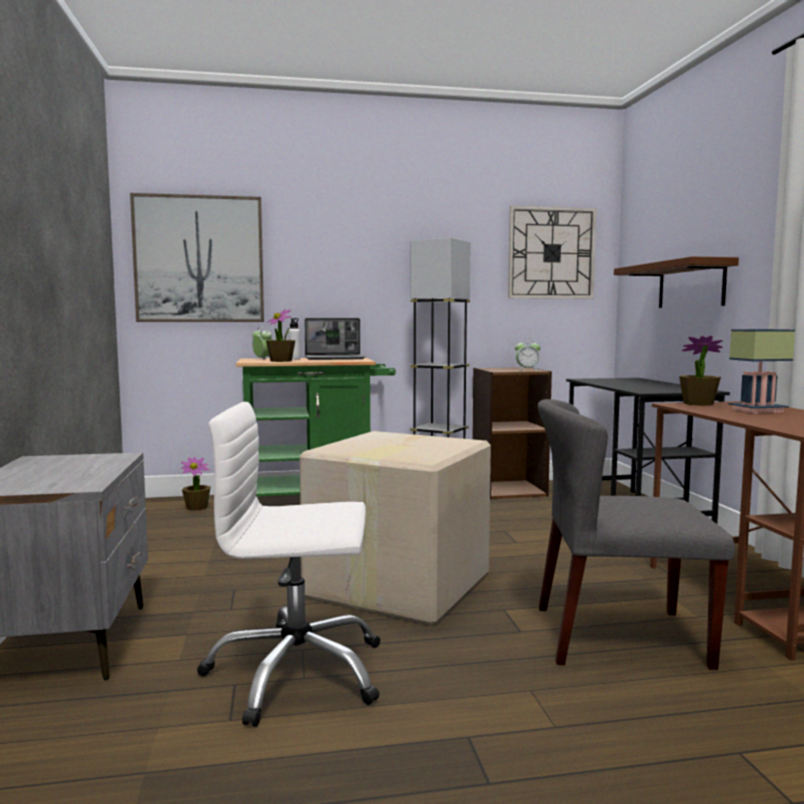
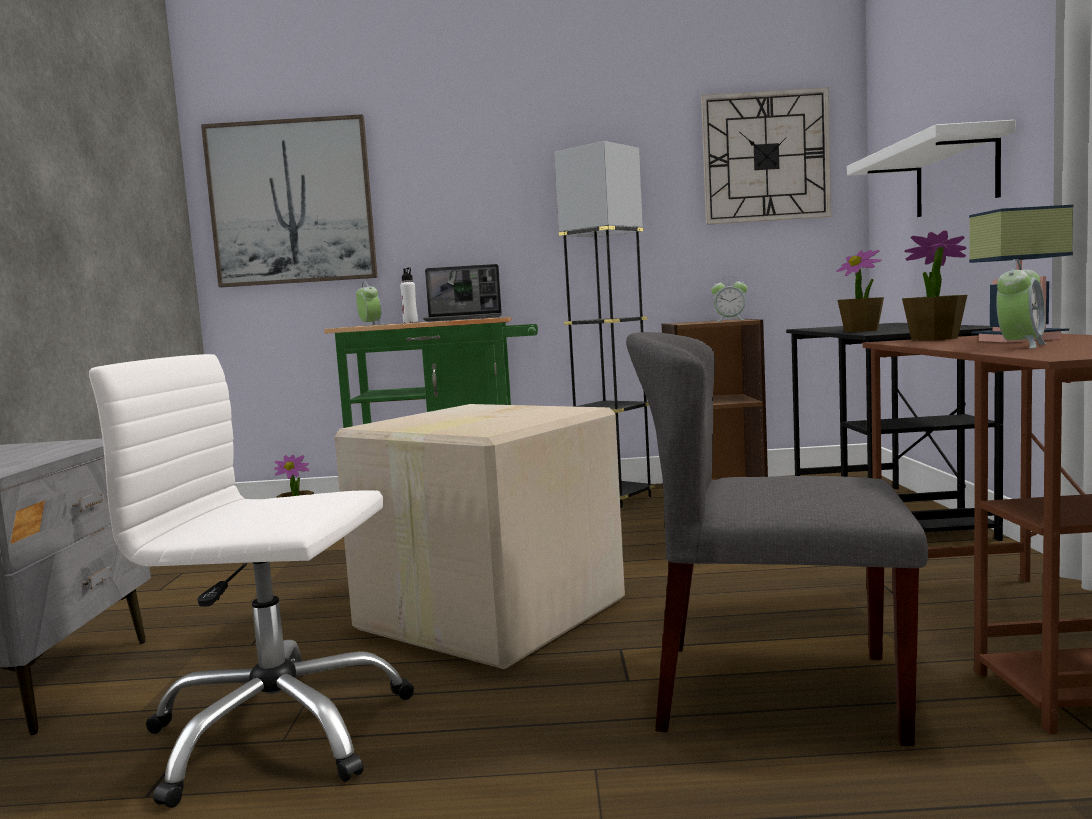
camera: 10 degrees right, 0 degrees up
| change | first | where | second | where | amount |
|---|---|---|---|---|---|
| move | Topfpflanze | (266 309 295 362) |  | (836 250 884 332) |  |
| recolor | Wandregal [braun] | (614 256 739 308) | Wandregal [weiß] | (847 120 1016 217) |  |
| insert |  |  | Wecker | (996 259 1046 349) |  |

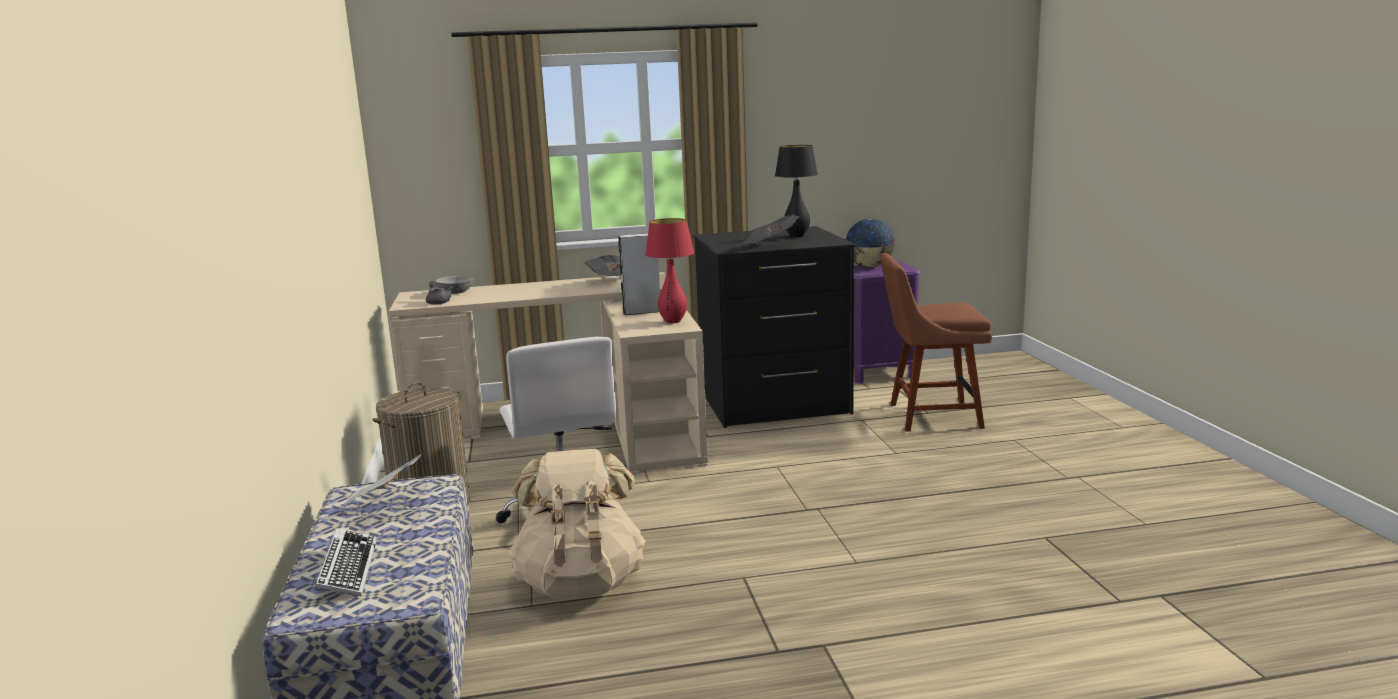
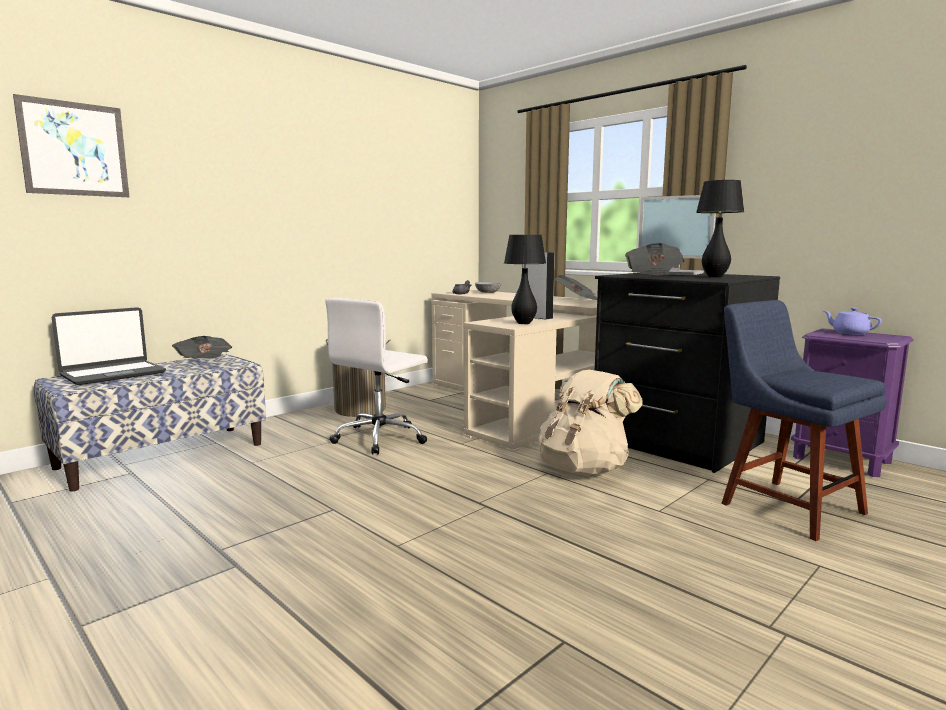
camera: 55 degrees right, 5 degrees down
| change | first | where | second | where | amount |
|---|---|---|---|---|---|
| insert |  |  | Bild | (13 94 129 197) |  |
| replace | Tastatur | (315 528 377 596) | Laptop | (52 307 166 385) |  |
| recolor | Tischlampe [rot] | (645 218 694 323) | Tischlampe [schwarz] | (504 235 546 324) |  |
| move | Rucksack [beige] | (508 449 646 599) |  | (539 370 642 475) |  |
| insert |  |  | Monitor | (638 195 716 275) |  |
| recolor | Stuhl [braun] | (880 253 992 431) | Stuhl [blau] | (721 300 887 541) |  |
| replace | Globus | (846 219 896 268) | Teekanne [lila] | (824 308 882 335) |  |

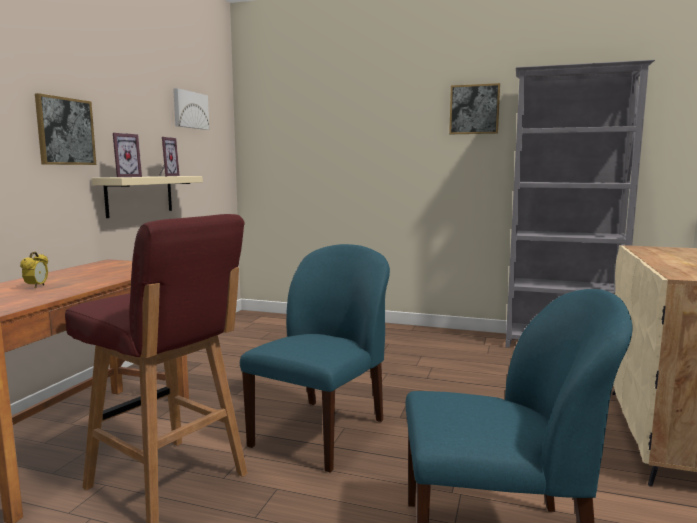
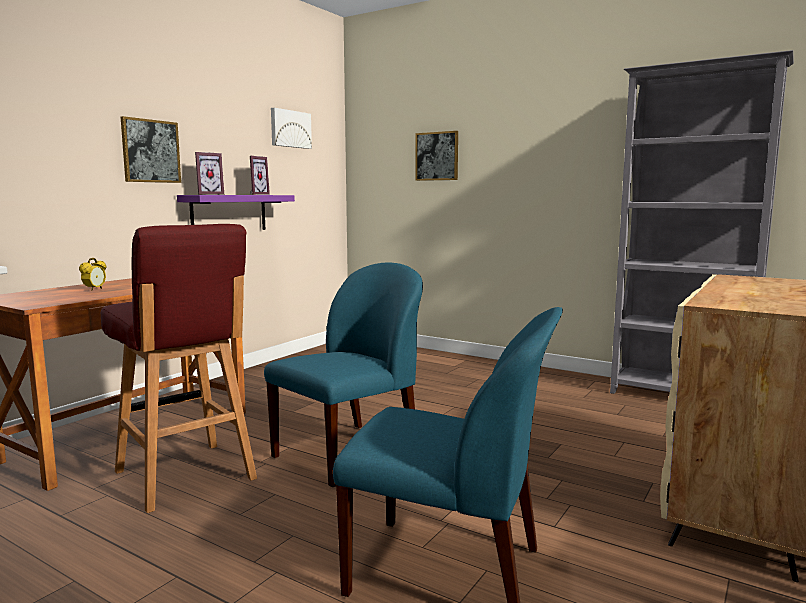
camera: 15 degrees right, 0 degrees up
| change | first | where | second | where | amount |
|---|---|---|---|---|---|
| recolor | Wandregal [beige] | (92 176 203 218) | Wandregal [lila] | (177 195 295 230) |  |
| move | Bild | (449 83 500 134) |  | (415 131 458 181) |  |

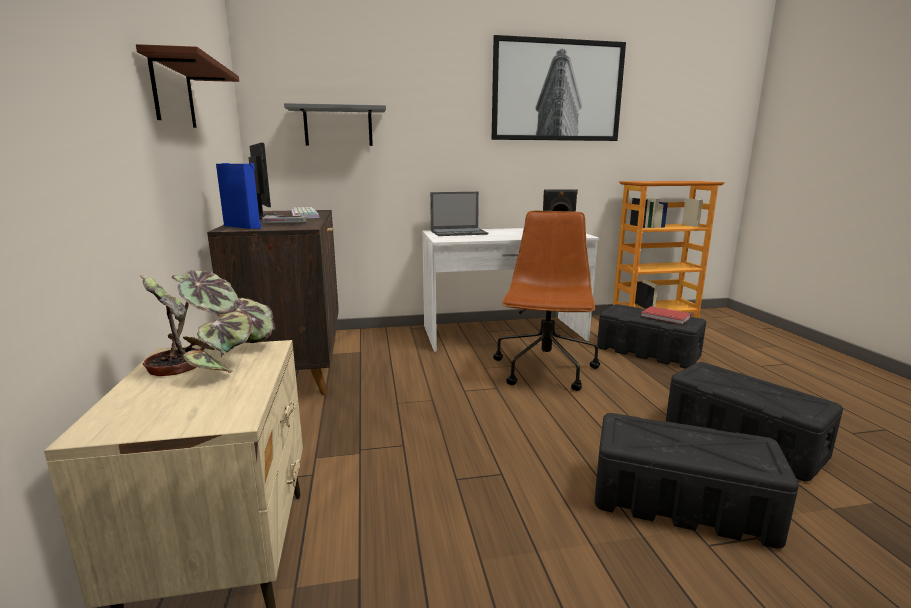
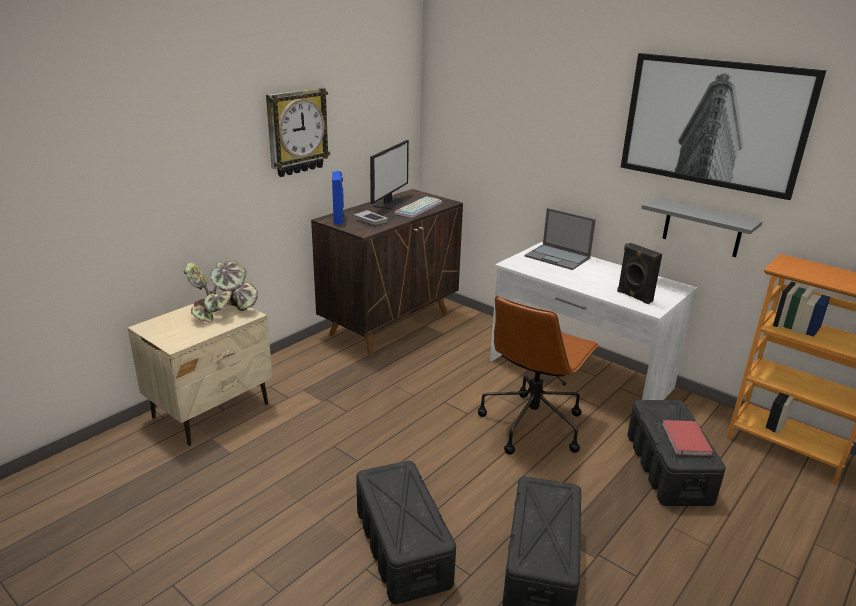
camera: 50 degrees right, 10 degrees up
| change | first | where | second | where | amount |
|---|---|---|---|---|---|
| replace | Wandregal [braun] | (136 44 239 128) | Wanduhr | (266 88 330 177) |  |
| rotate | Bürostuhl [braun] | (493 211 600 391) |  | (478 296 599 455) | 150 degrees clockwise |
| move | Wandregal [grau] | (284 103 386 146) |  | (641 198 762 257) |  |

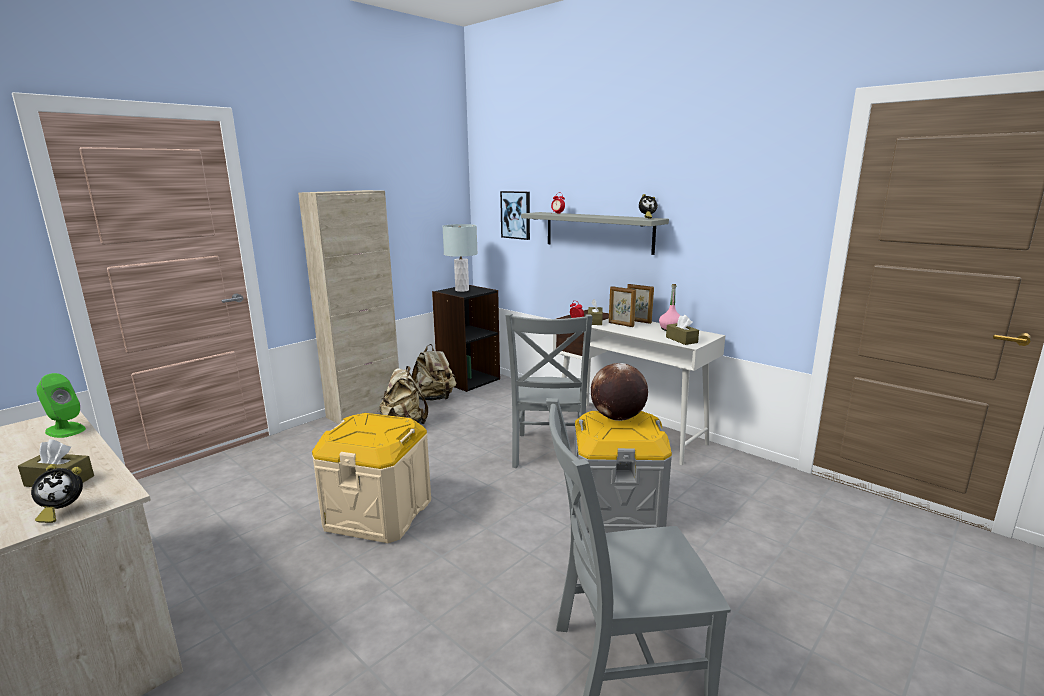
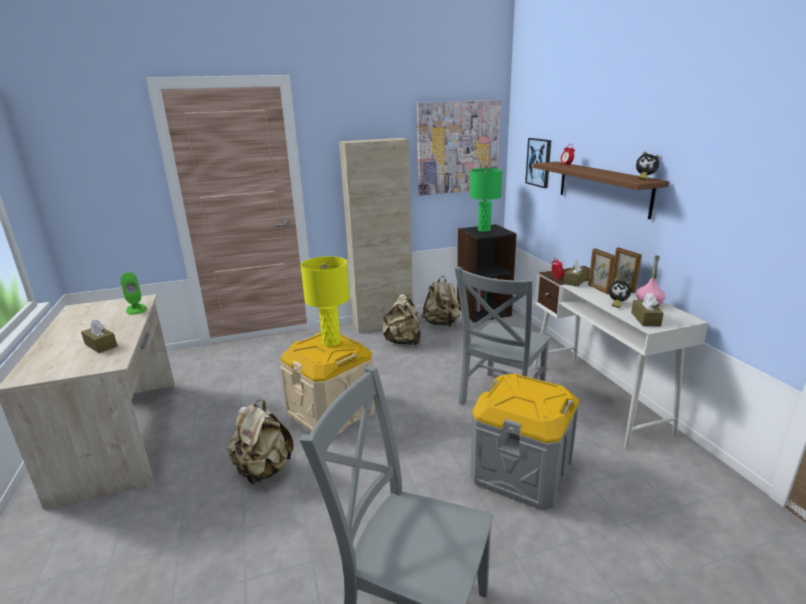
camera: 30 degrees right, 5 degrees up
| change | first | where | second | where | amount |
|---|---|---|---|---|---|
| insert |  |  | Rucksack [beige] | (227 399 294 484) |  |
| insert |  |  | Tischlampe [gelb] | (301 256 350 347) |  |
| insert |  |  | Bild | (417 100 501 195) |  |
| recolor | Tischlampe [grau] | (443 224 478 292) | Tischlampe [grün] | (470 168 502 232) |  |
| recolor | Wandregal [grau] | (521 212 669 255) | Wandregal [braun] | (533 162 669 219) |  |
| move | Wecker | (31 464 83 523) |  | (609 278 631 308) |  |
| delete | Globus | (591 363 648 421) |  |  |  |

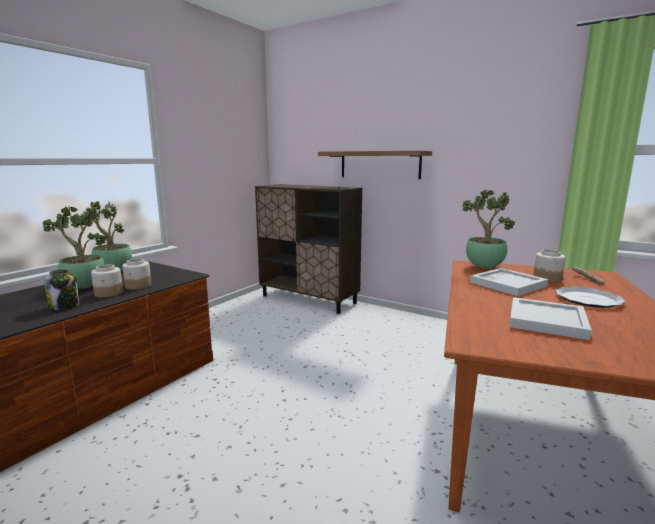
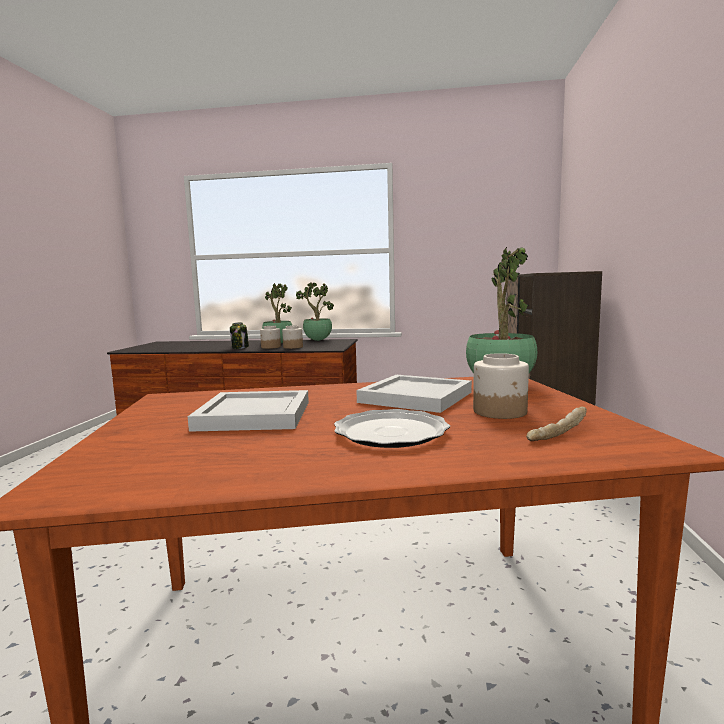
camera: 65 degrees right, 5 degrees down
| change | first | where | second | where | amount |
|---|---|---|---|---|---|
| delete | Wandregal | (318 151 432 179) |  |  |  |

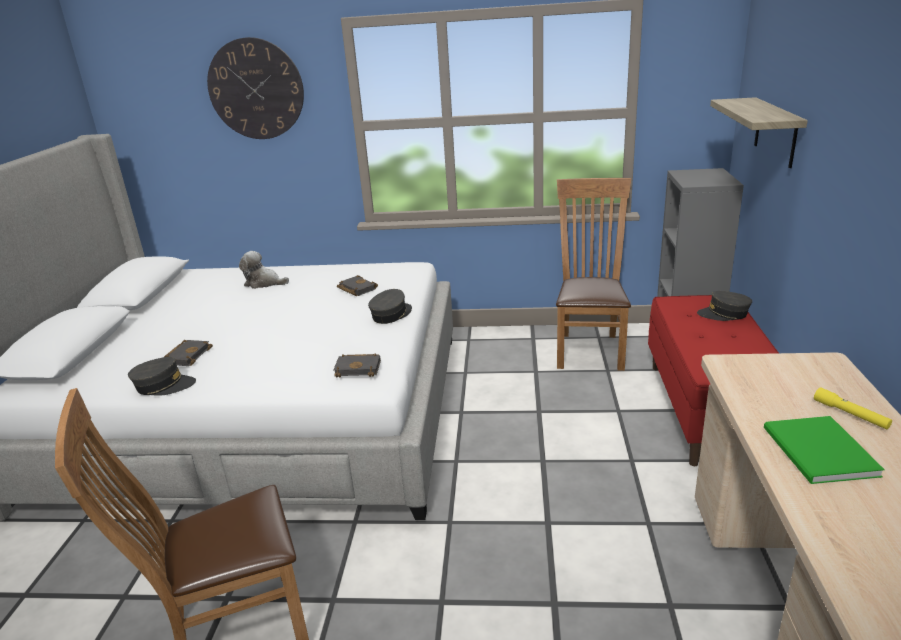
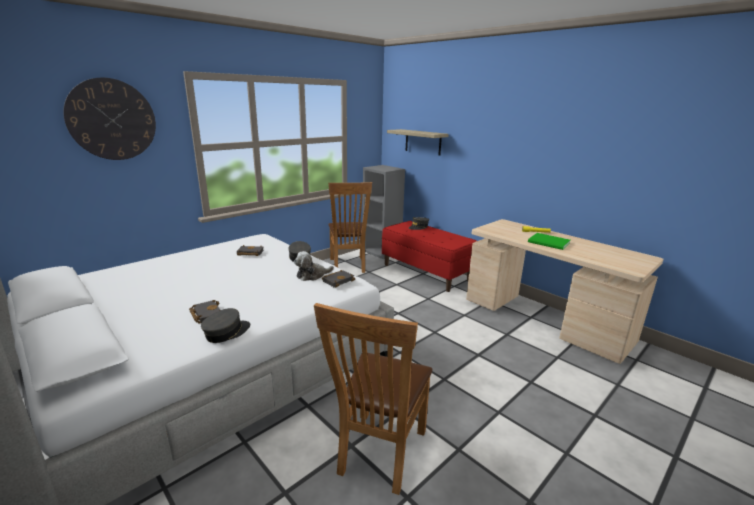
camera: 50 degrees left, 5 degrees down
| change | first | where | second | where | amount |
|---|---|---|---|---|---|
| move | Plüschtier | (239 251 289 289) |  | (294 251 334 281) |  |
| rotate | Stuhl [braun] | (556 178 631 371) |  | (328 182 372 273) | 150 degrees counterclockwise |

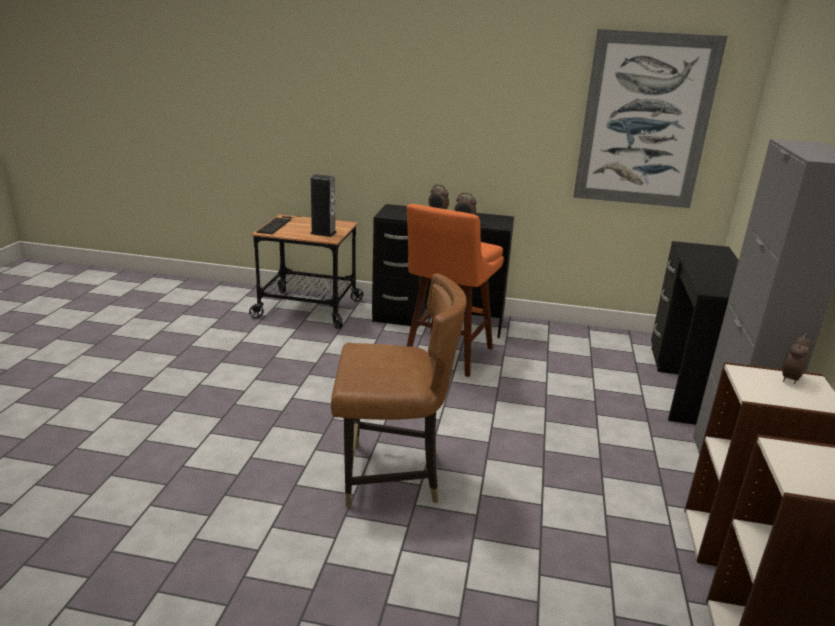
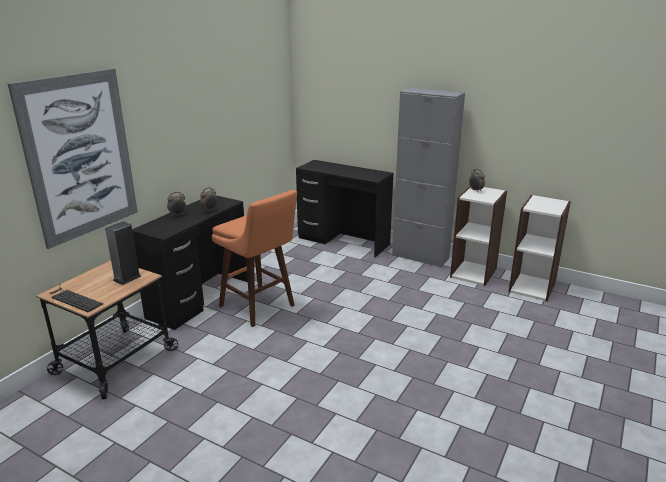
camera: 70 degrees left, 0 degrees up
| change | first | where | second | where | amount |
|---|---|---|---|---|---|
| move | Bild | (573 29 727 208) |  | (8 68 138 249) |  |
| delete | Stuhl [braun] | (331 273 467 507) |  |  |  |

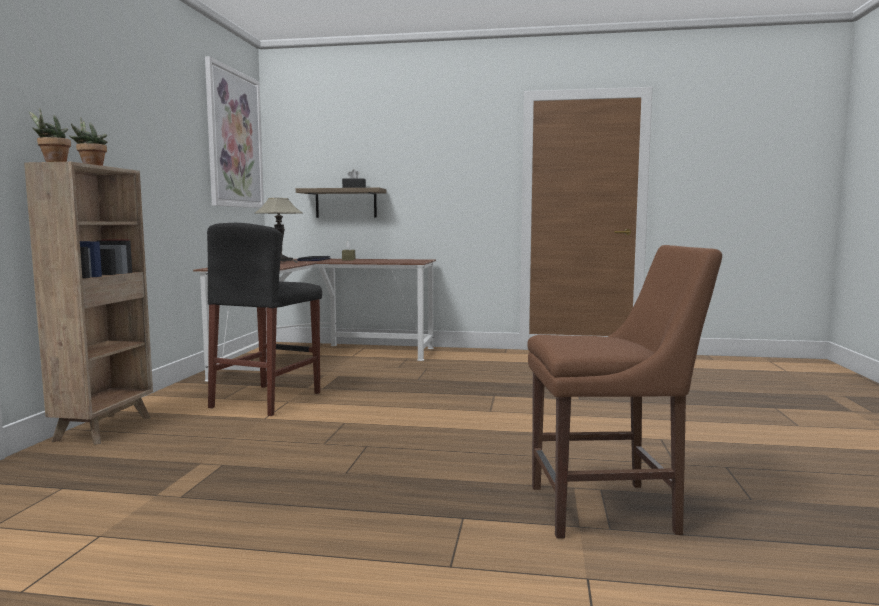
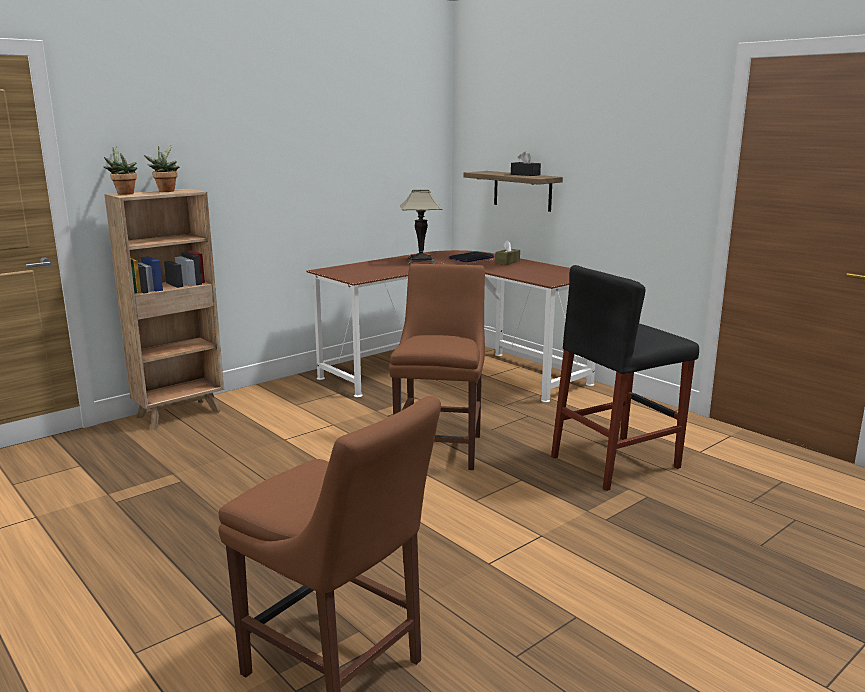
camera: 40 degrees right, 10 degrees up
| change | first | where | second | where | amount |
|---|---|---|---|---|---|
| insert |  |  | Stuhl [braun] | (389 263 485 470) |  |
| move | Hocker [schwarz] | (207 223 322 416) |  | (551 265 699 491) |  |
| delete | Bild | (205 56 264 208) |  |  |  |

